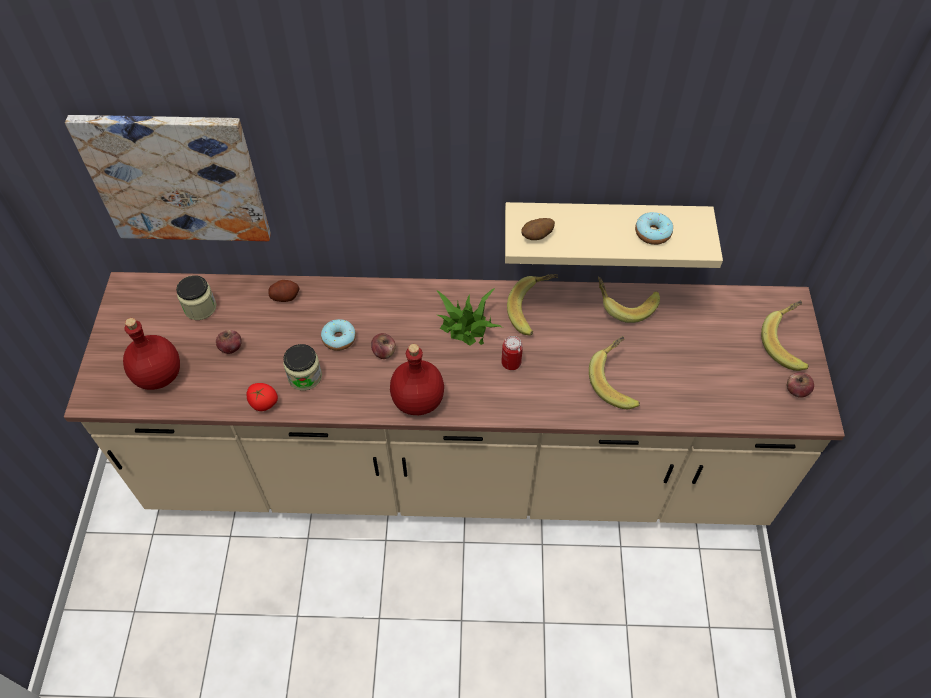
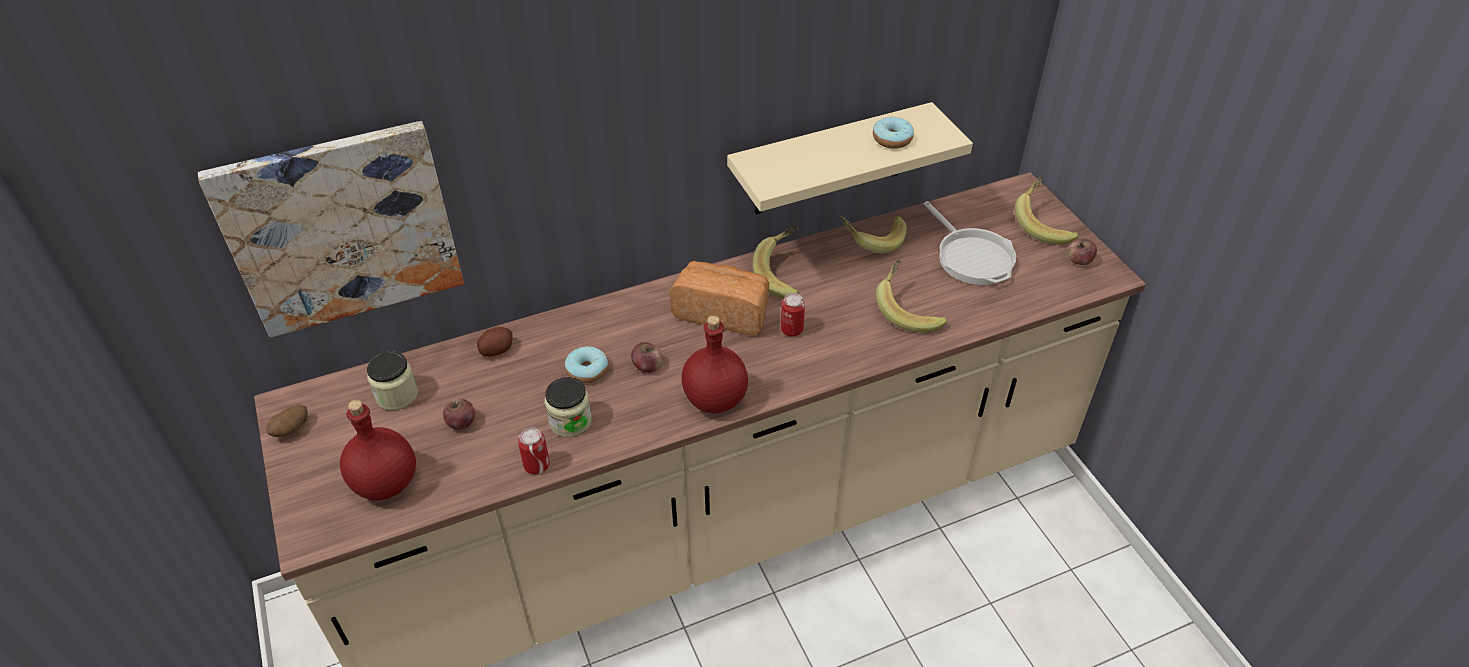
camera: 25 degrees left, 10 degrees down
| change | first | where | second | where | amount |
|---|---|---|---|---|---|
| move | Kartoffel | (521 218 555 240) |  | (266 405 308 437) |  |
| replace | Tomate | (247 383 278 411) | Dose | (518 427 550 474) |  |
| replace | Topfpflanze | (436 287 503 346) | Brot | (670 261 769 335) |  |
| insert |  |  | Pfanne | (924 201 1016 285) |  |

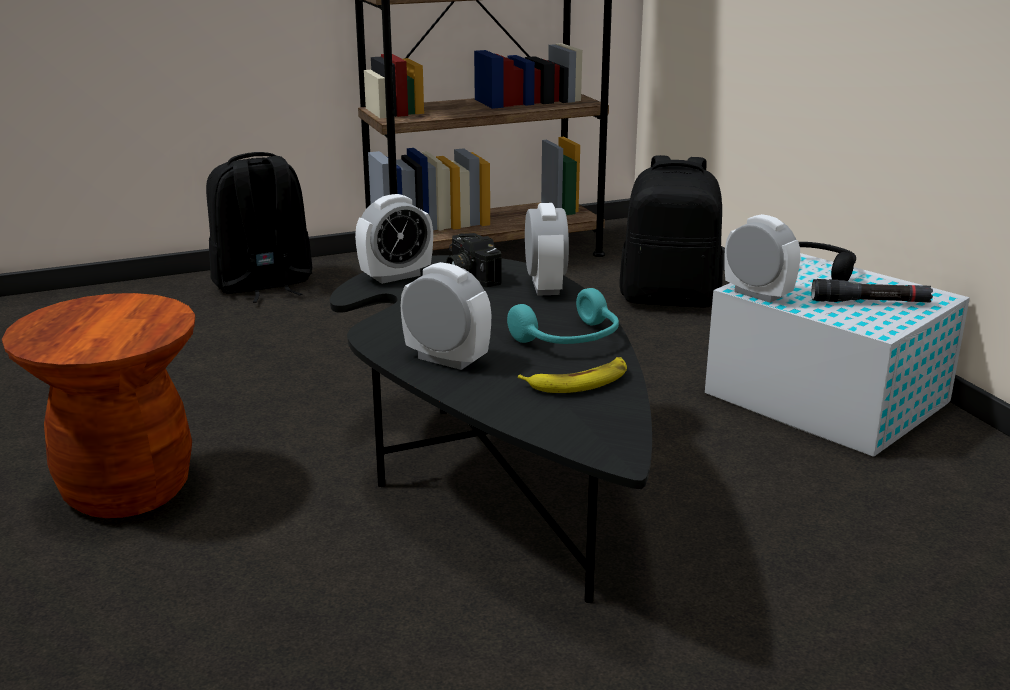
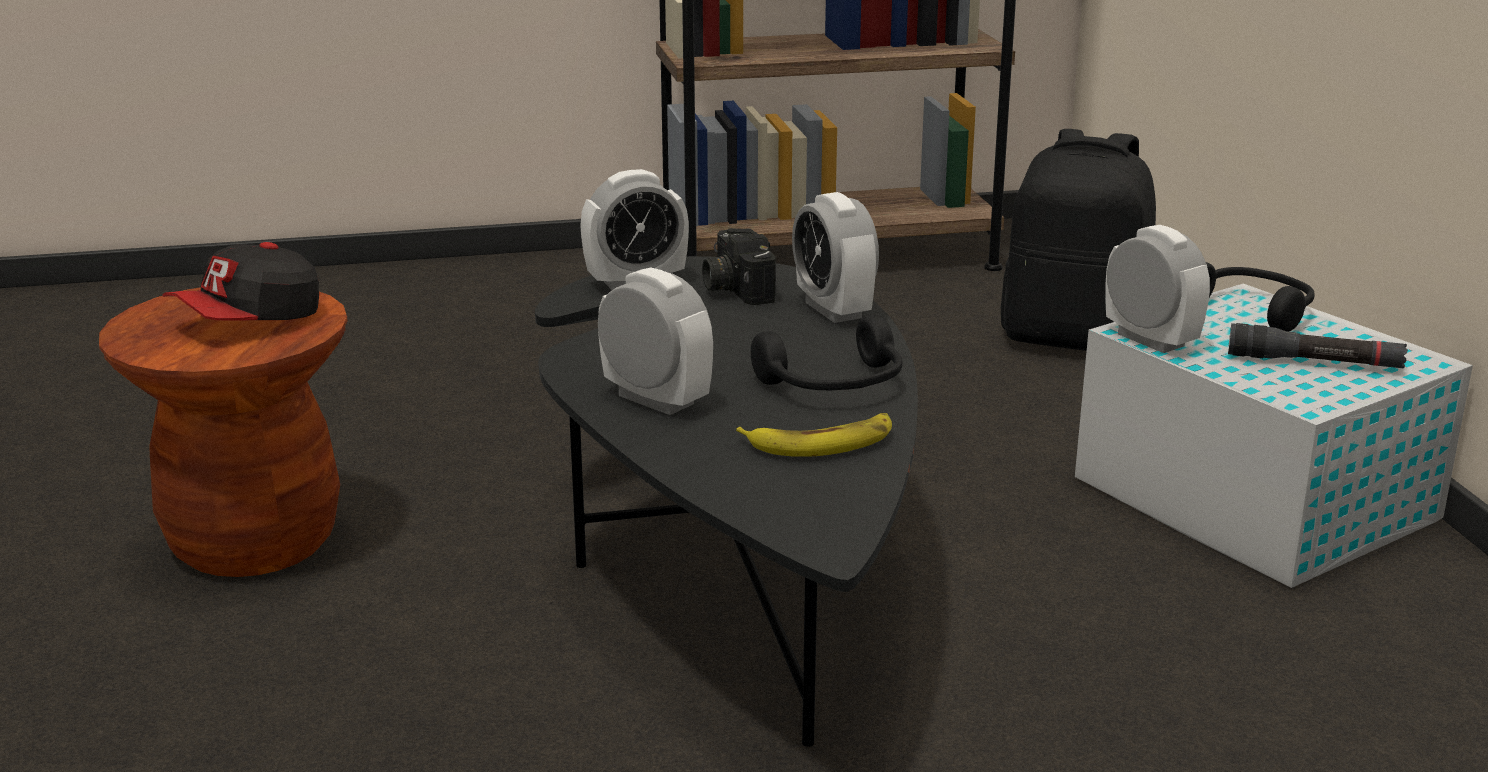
camera: 10 degrees right, 0 degrees up
| change | first | where | second | where | amount |
|---|---|---|---|---|---|
| insert |  |  | Kappe | (163 242 319 321) |  |
| recolor | Kopfhörer [türkis] | (507 288 619 344) | Kopfhörer [schwarz] | (751 315 902 390) |  |
| rotate | Wecker | (525 203 569 296) |  | (792 192 879 323) | 150 degrees clockwise |
| delete | Rucksack [schwarz] | (206 152 312 303) |  |  |  |

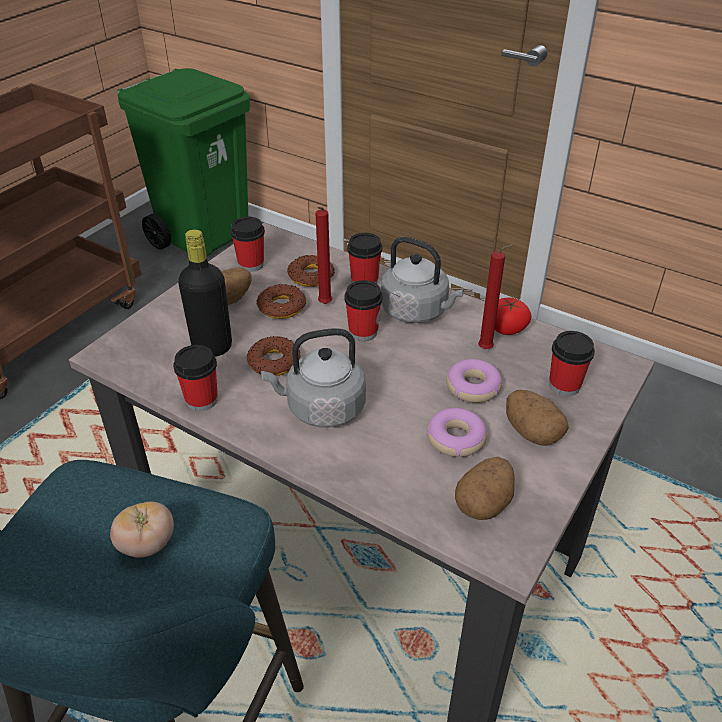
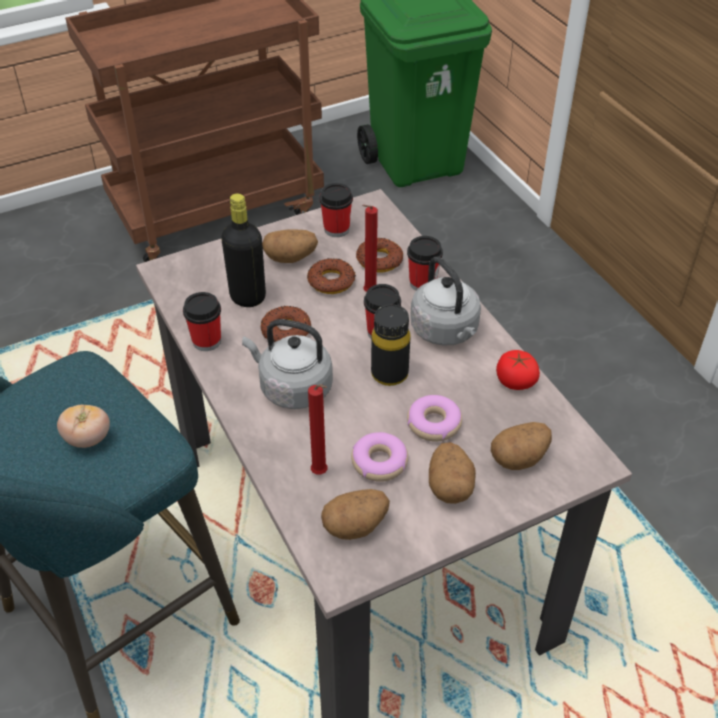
camera: 30 degrees right, 5 degrees up
| change | first | where | second | where | amount |
|---|---|---|---|---|---|
| move | Kerze [rot] | (478 244 515 349) |  | (308 384 328 475) |  |
| insert |  |  | Flasche [schwarz] | (371 304 410 386) |  |
| replace | Tasse | (549 331 595 396) | Kartoffel | (491 422 552 470) |  |

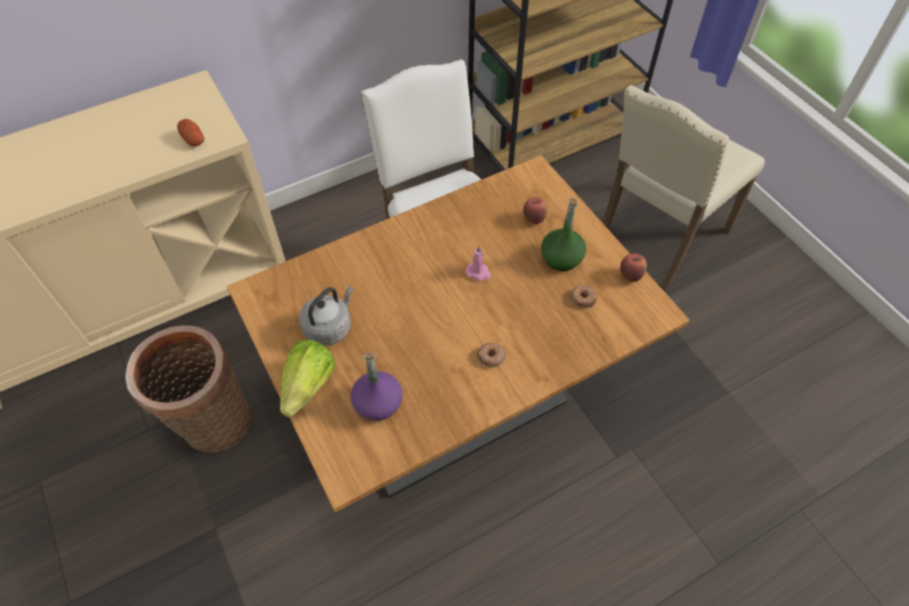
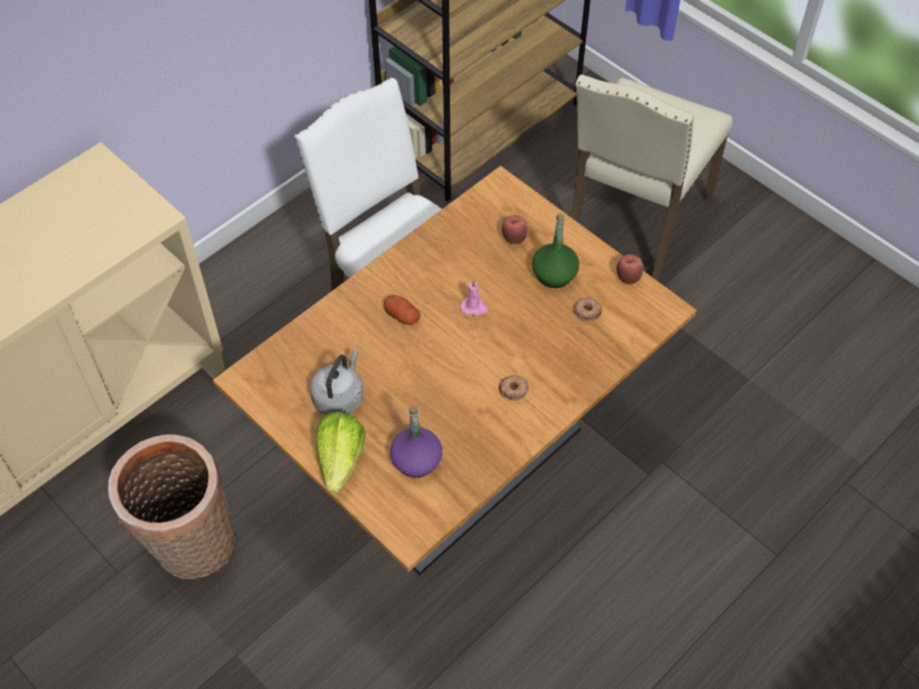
camera: 15 degrees left, 0 degrees up
| change | first | where | second | where | amount |
|---|---|---|---|---|---|
| move | Kartoffel | (177 119 204 147) |  | (384 295 421 325) |  |

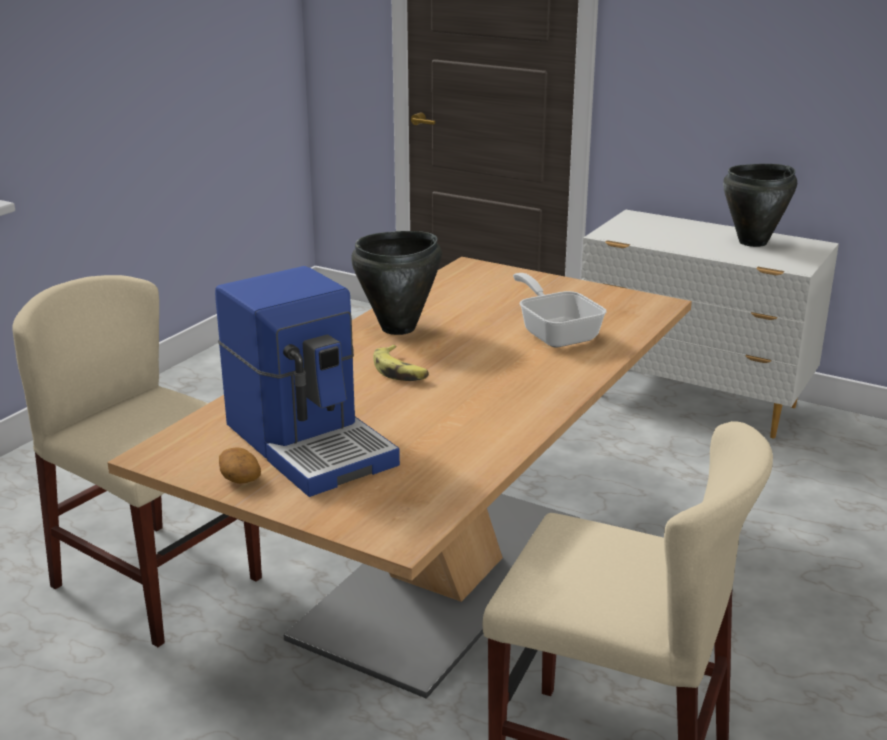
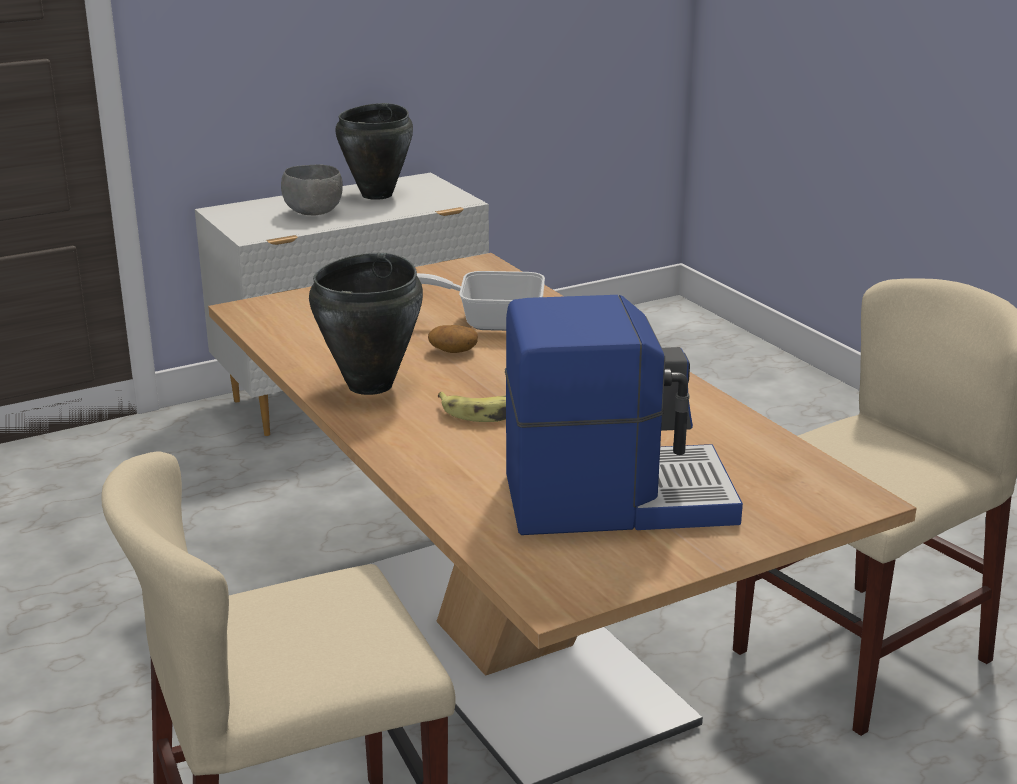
camera: 60 degrees left, 0 degrees up
| change | first | where | second | where | amount |
|---|---|---|---|---|---|
| insert |  |  | Schüssel [grau] | (281 164 343 216) |  |
| move | Kartoffel | (219 447 261 484) |  | (428 325 478 353) |  |

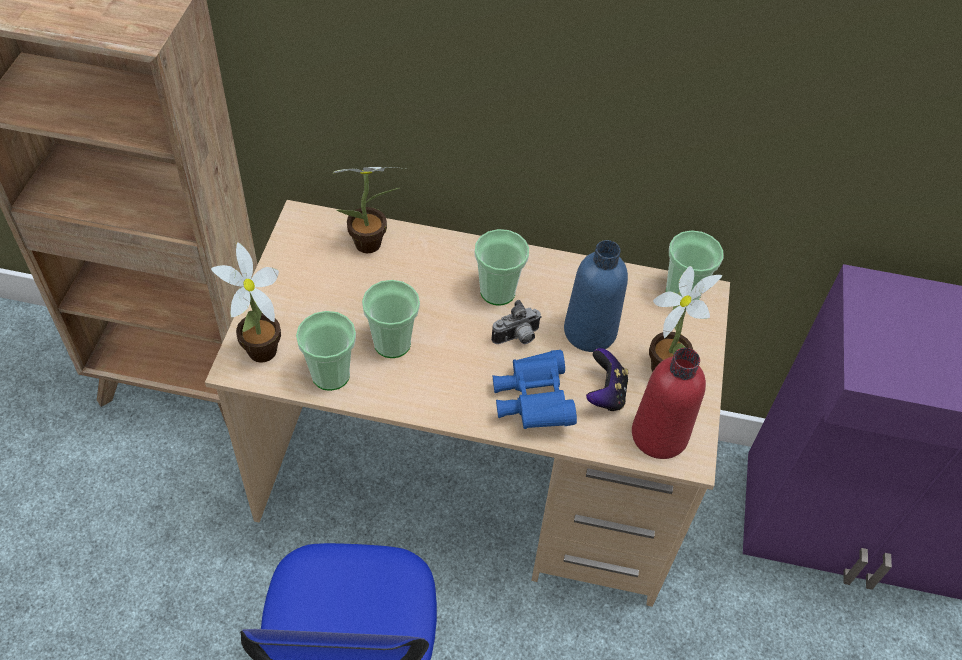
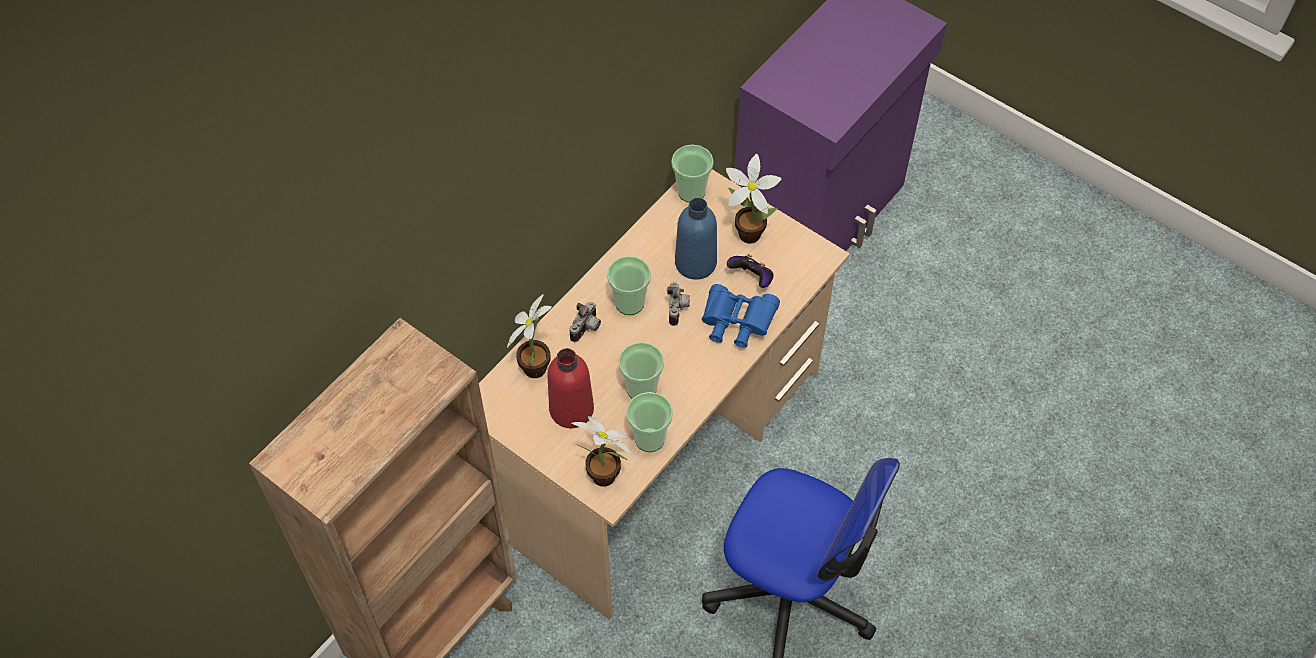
camera: 60 degrees left, 5 degrees up
| change | first | where | second | where | amount |
|---|---|---|---|---|---|
| move | Flasche [rot] | (632 348 706 459) |  | (547 348 594 428) |  |
| insert |  |  | Kamera | (569 302 601 342) |  |

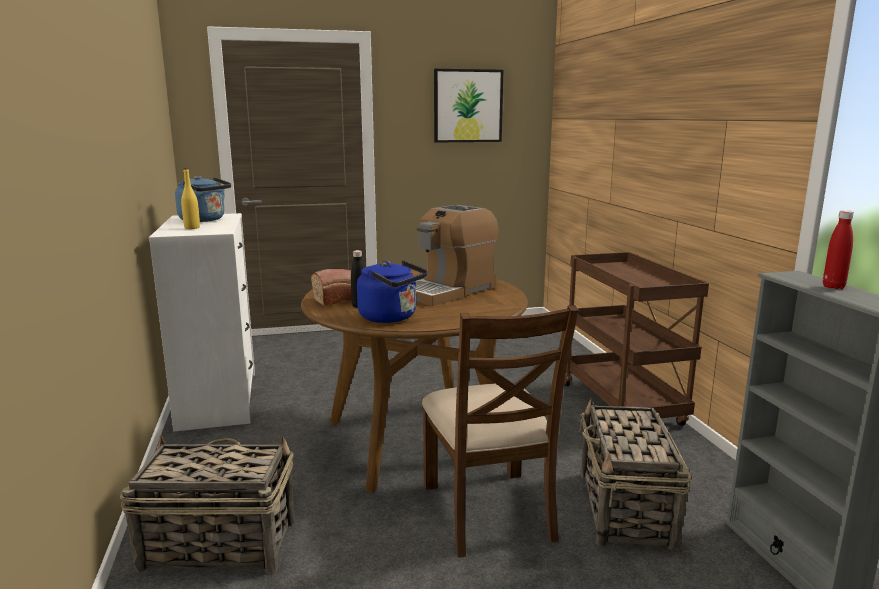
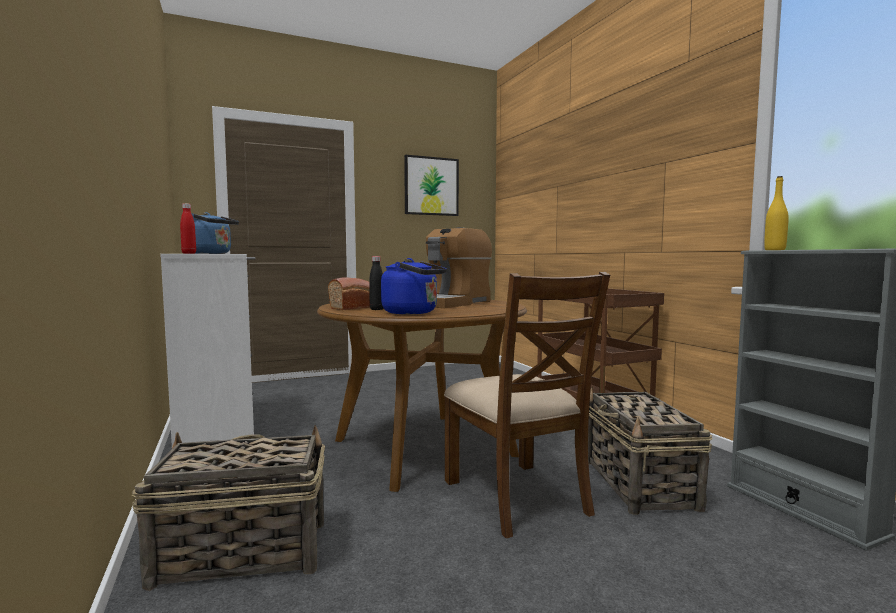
camera: 10 degrees left, 10 degrees down
| change | first | where | second | where | amount |
|---|---|---|---|---|---|
| move | Flasche [rot] | (823 210 854 289) |  | (180 203 196 254) |  |
| move | Flasche [gelb] | (181 168 200 229) |  | (764 176 789 250) |  |

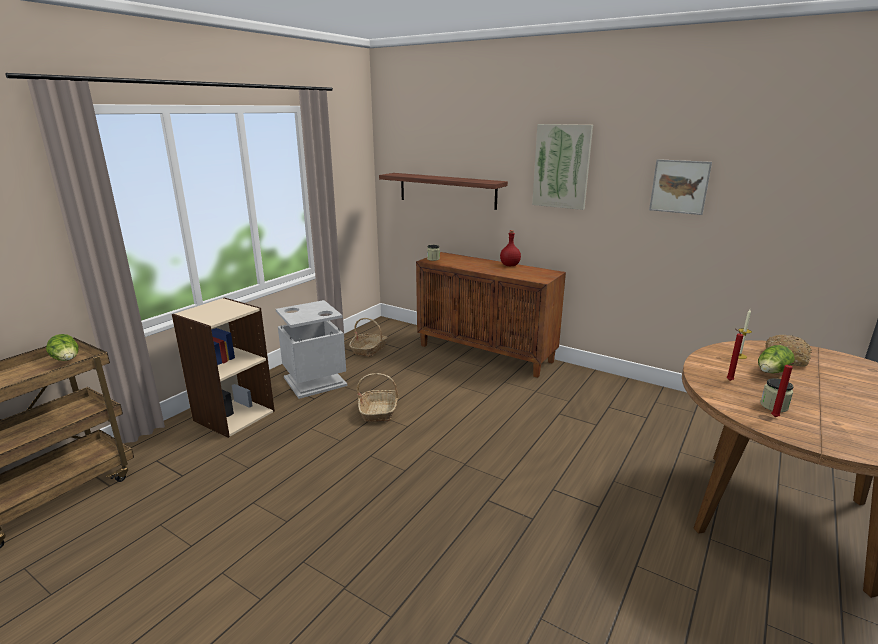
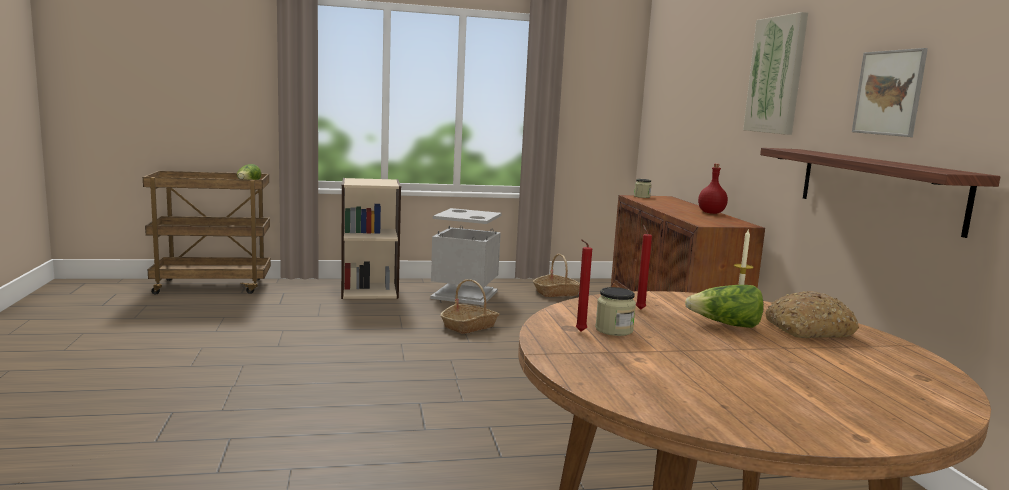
camera: 45 degrees right, 10 degrees down
| change | first | where | second | where | amount |
|---|---|---|---|---|---|
| move | Wandregal | (379 173 508 210) |  | (760 148 1001 238) |  |

